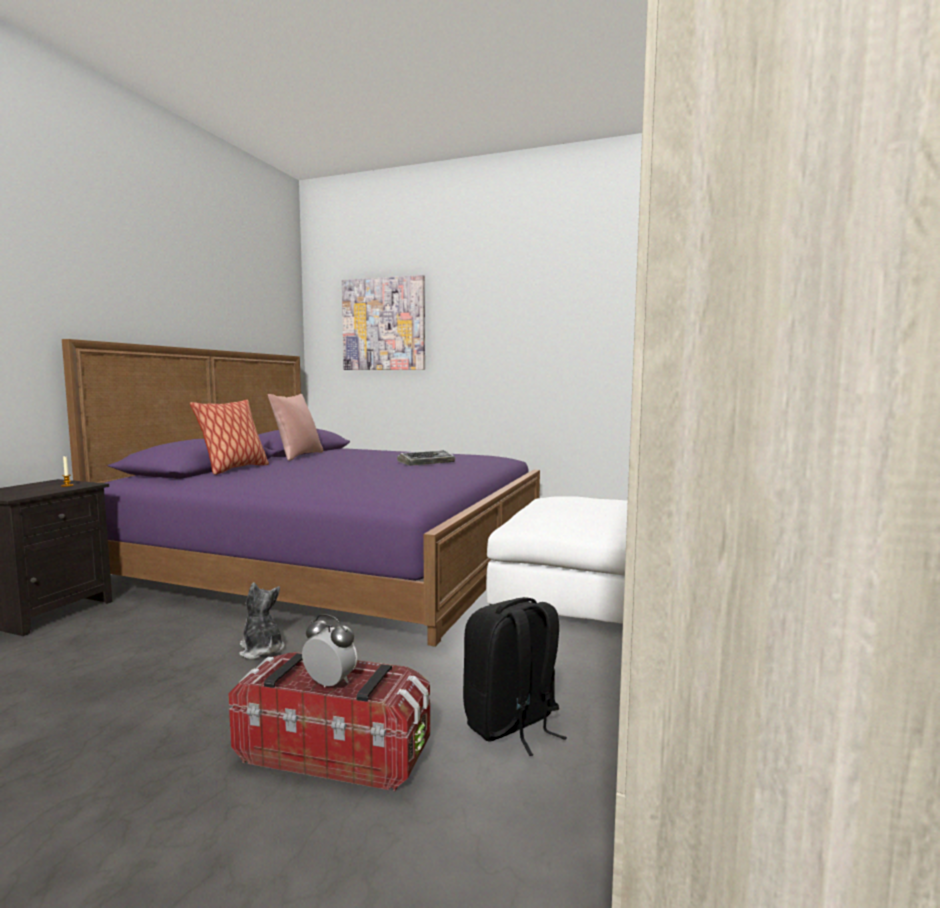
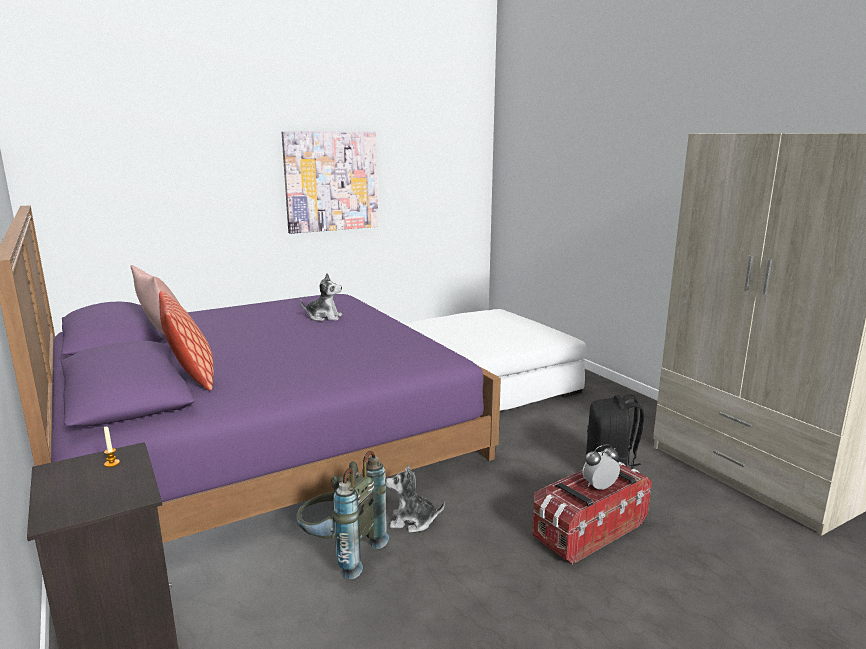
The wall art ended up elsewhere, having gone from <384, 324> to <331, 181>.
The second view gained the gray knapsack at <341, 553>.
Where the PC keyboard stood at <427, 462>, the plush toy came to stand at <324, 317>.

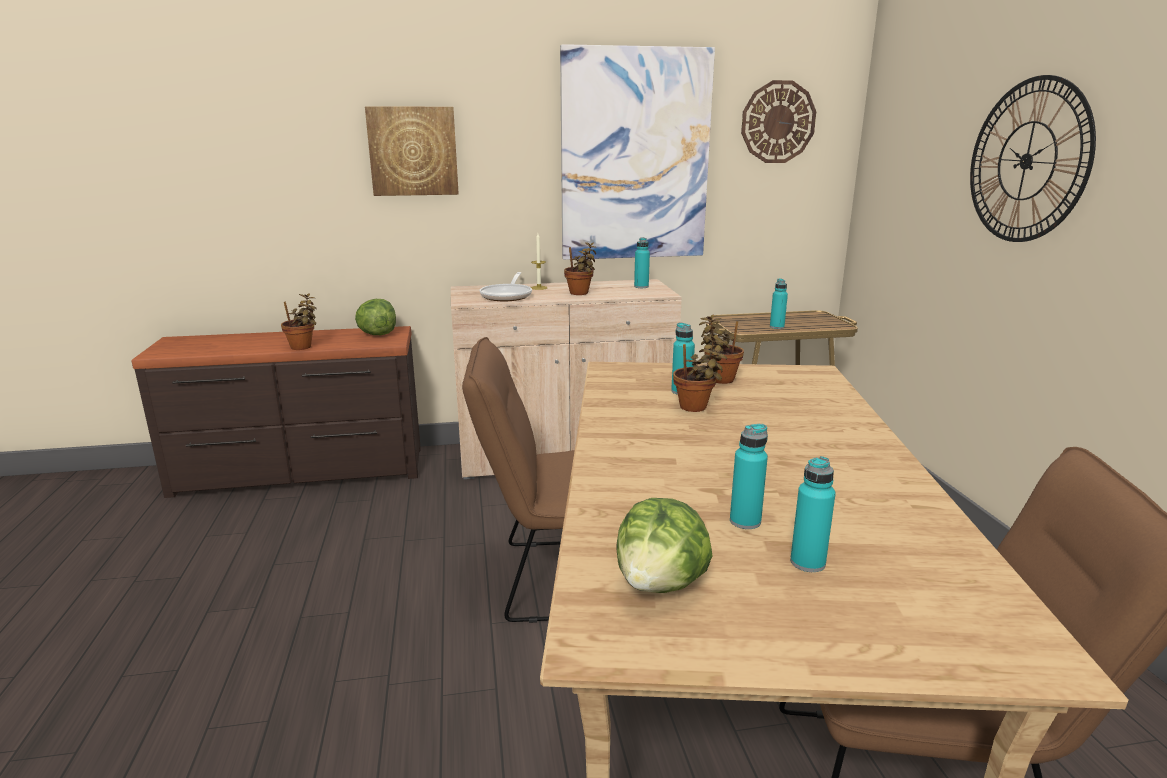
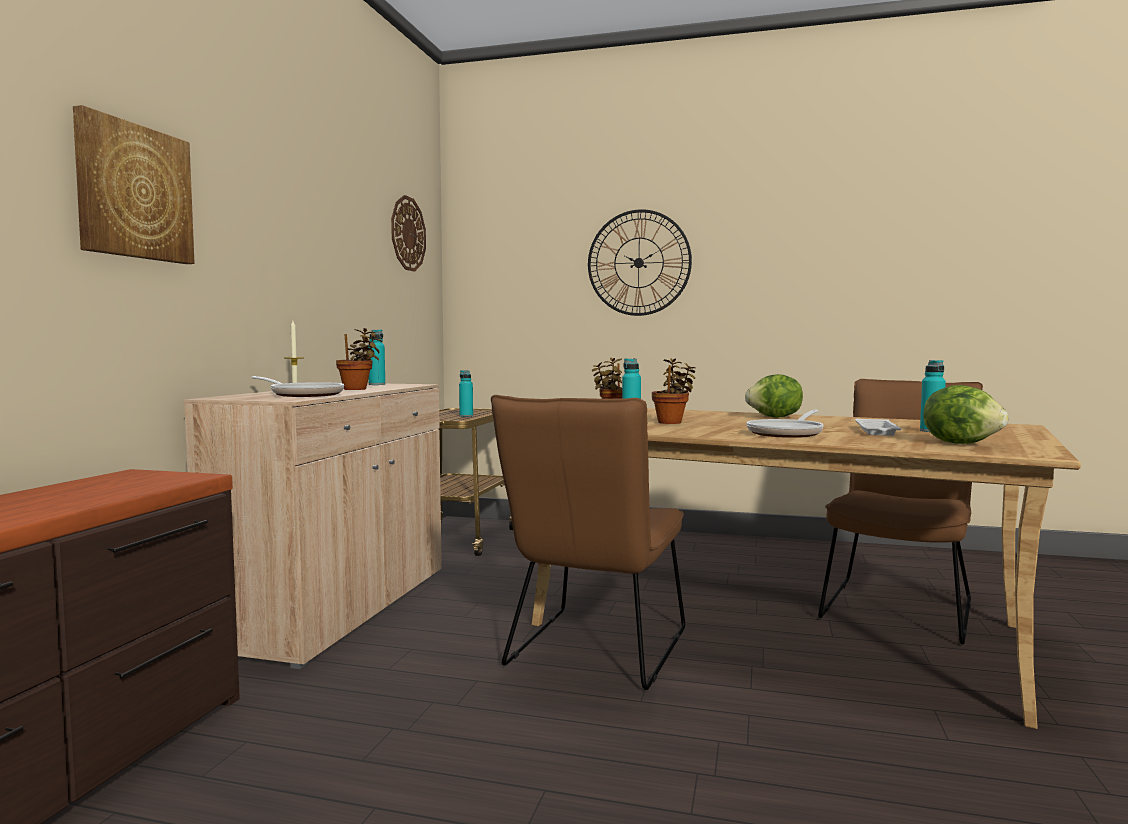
The lettuce head ended up elsewhere, having gone from <377, 334> to <775, 417>.
The second view gained the skillet at <787, 433>.
Where the turquoise-coloured drink bottle stood at <745, 521>, the white tray came to stand at <877, 431>.
The second view lost the houseplant at <303, 347>.
The second view lost the wall art at <635, 156>.

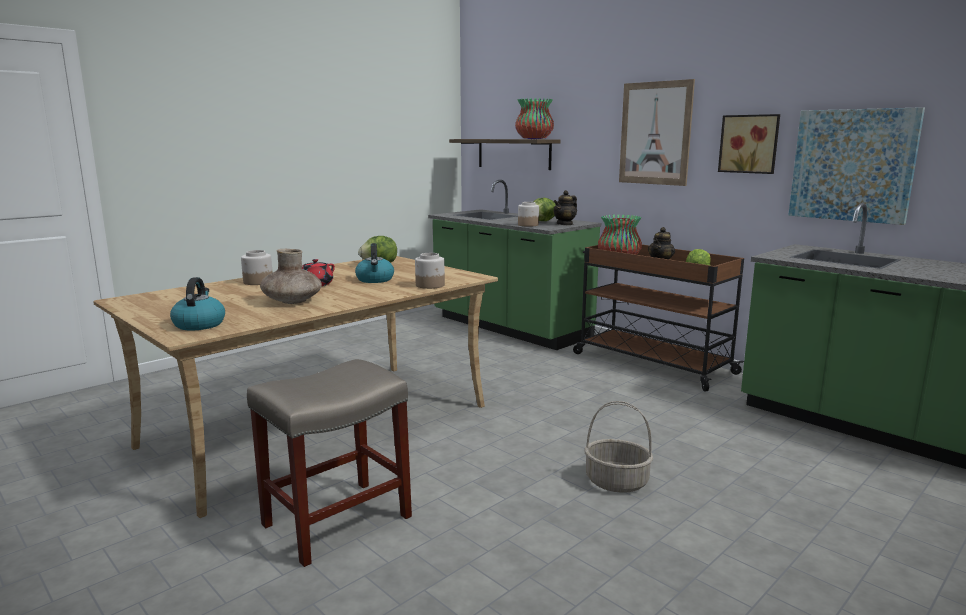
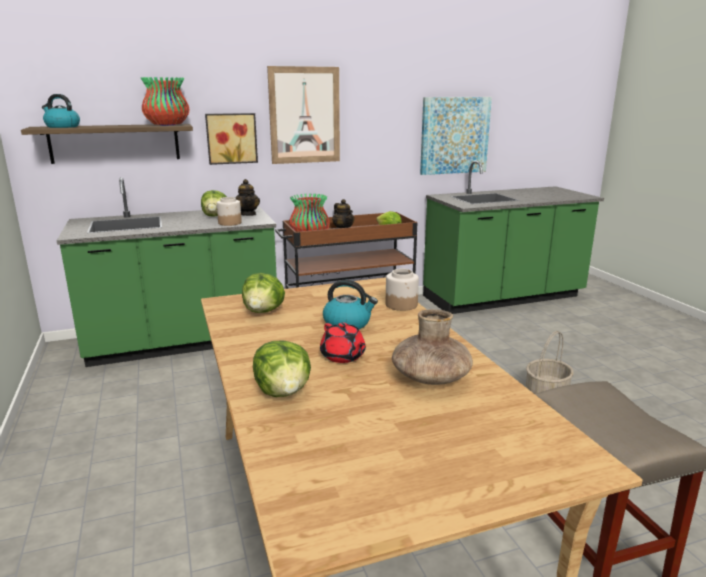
The kettle ended up elsewhere, having gone from <199, 324> to <62, 127>.
The wall art ended up elsewhere, having gone from <749, 144> to <231, 138>.
Where the preserve jar stood at <258, 282>, the lettuce head came to stand at <283, 392>.

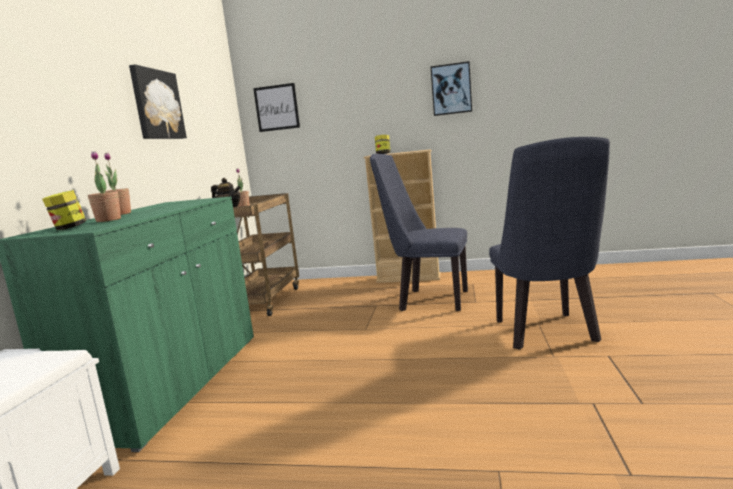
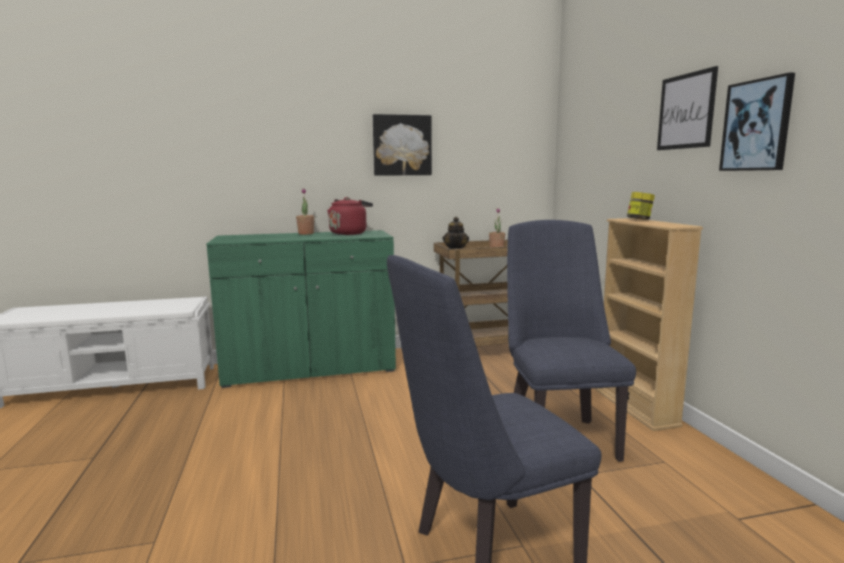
The second view gained the red-coloured kettle at <349, 233>.
The wall art ended up elsewhere, having gone from <277, 107> to <686, 111>.
The second view lost the preserve jar at <69, 228>.
The second view lost the houseplant at <108, 220>.

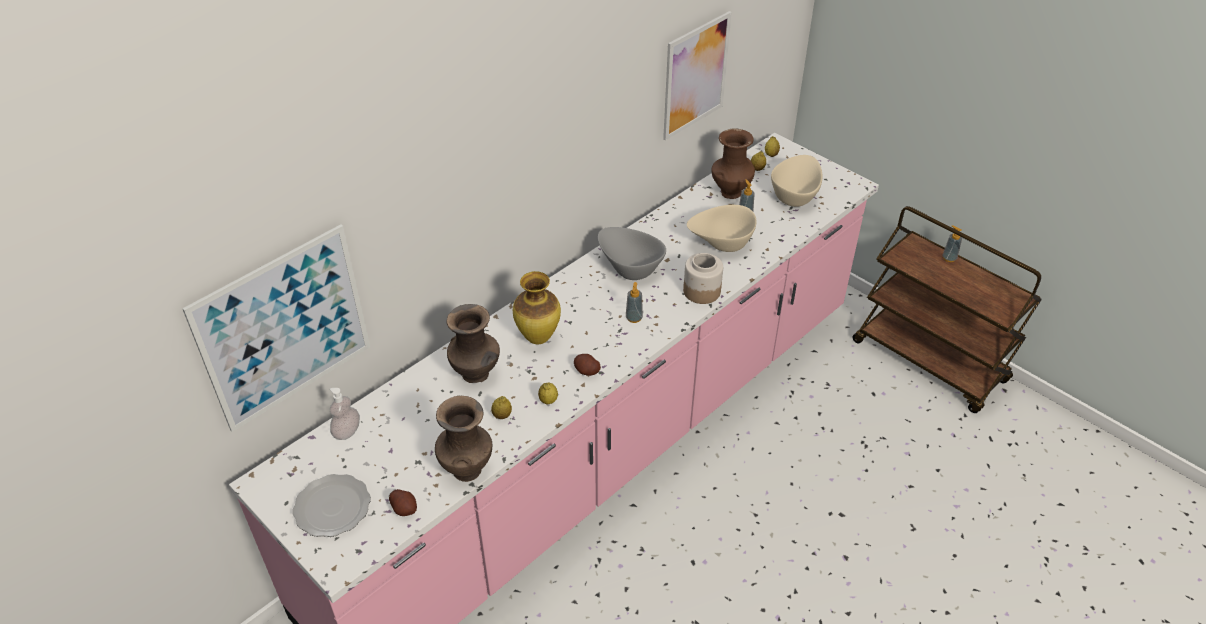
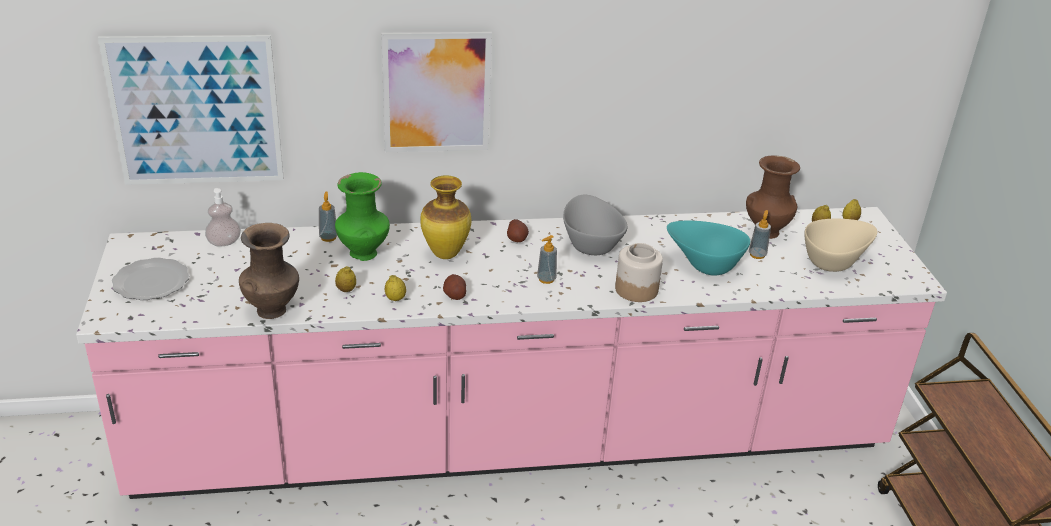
The soap dispenser ended up elsewhere, having gone from <949, 258> to <328, 237>.
What was the brown decorative vase at <476, 375> turned into the green-coloured decorative vase at <364, 254>.
The wall art ended up elsewhere, having gone from <695, 76> to <436, 92>.
The whole potato ended up elsewhere, having gone from <404, 508> to <517, 239>.
What was the beige-coloured bowl at <721, 244> turned into the turquoise-coloured bowl at <704, 264>.

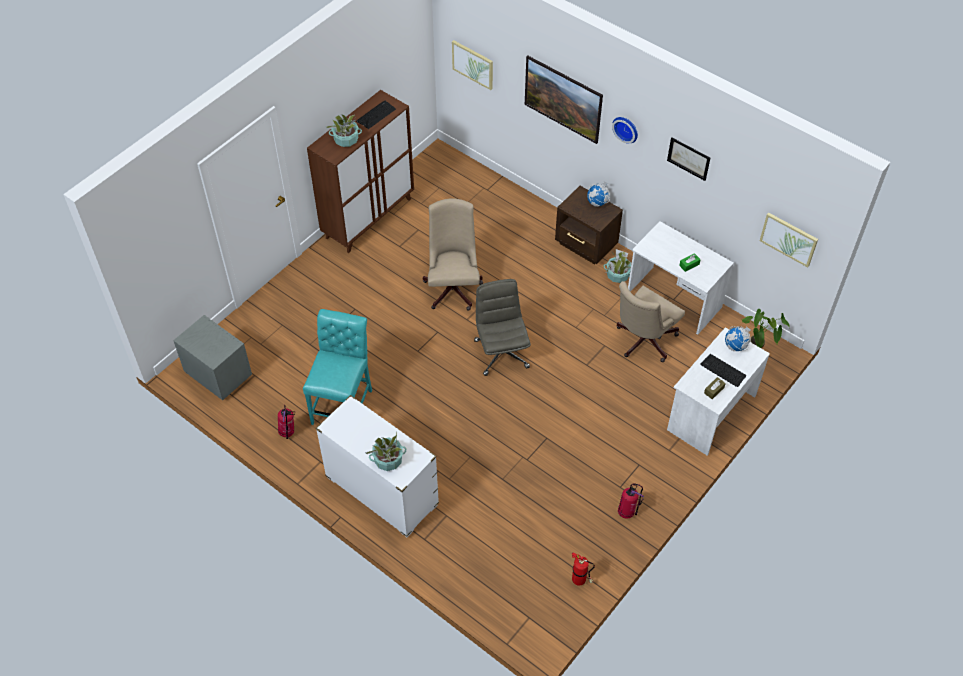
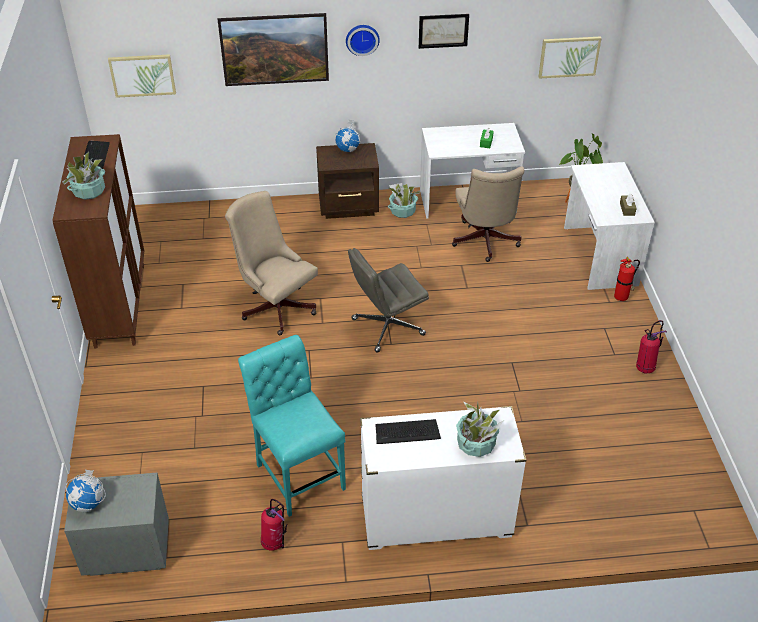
The world globe ended up elsewhere, having gone from <735, 346> to <89, 504>.
The gray office chair at <501, 353> ended up facing another way, 60 degrees counterclockwise from before.
The PC keyboard ended up elsewhere, having gone from <723, 370> to <407, 432>.
The fire extinguisher ended up elsewhere, having gone from <580, 581> to <622, 297>.

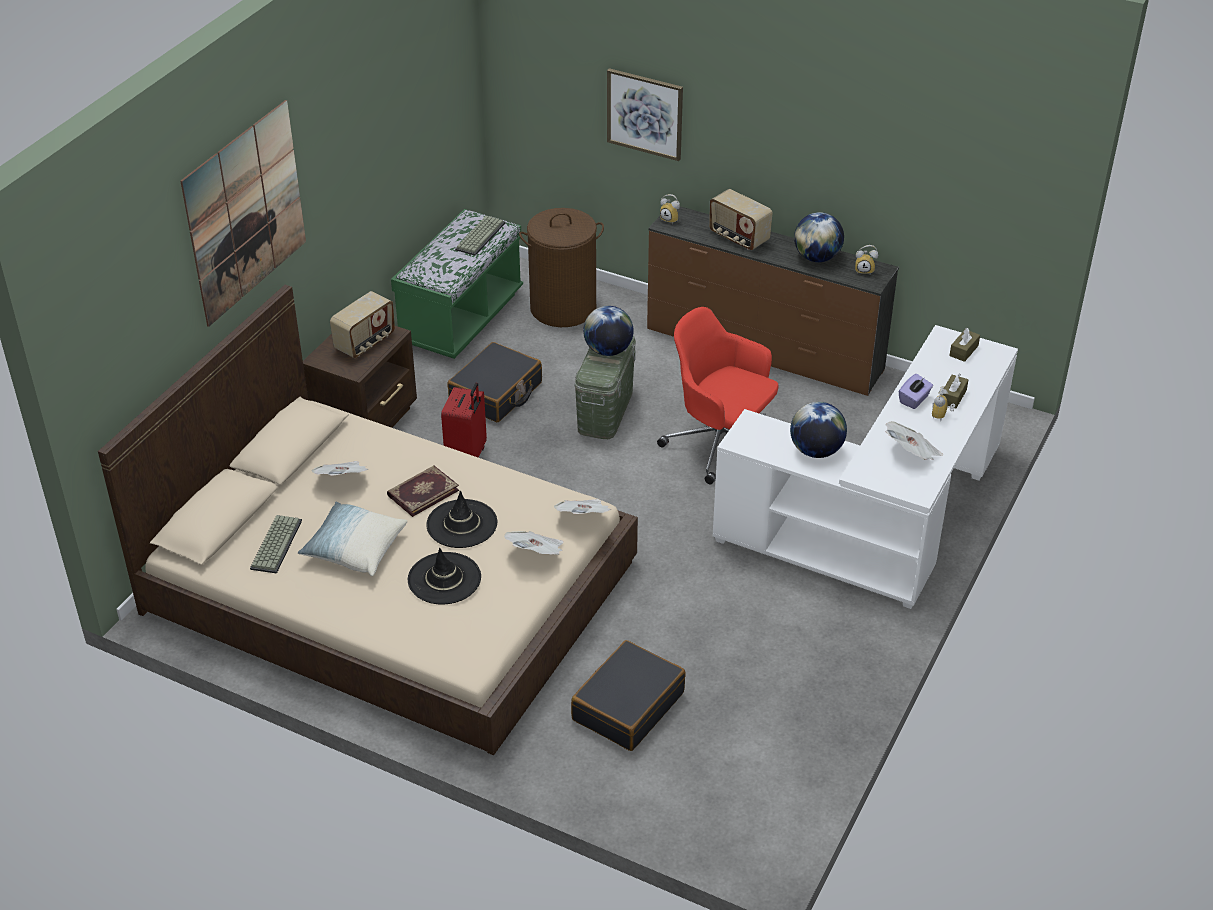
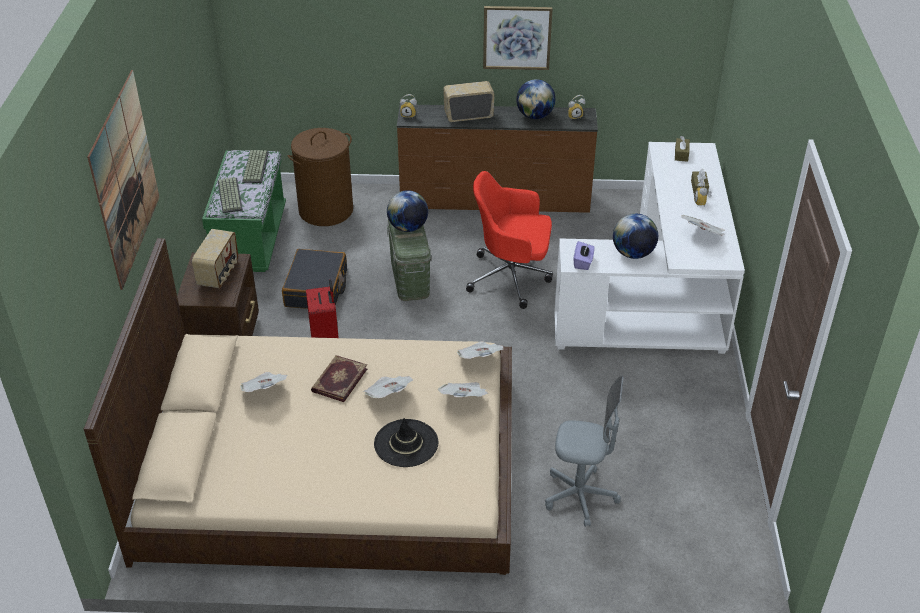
The PC keyboard ended up elsewhere, having gone from <275, 544> to <229, 195>.
Where the black-coloured clothing hat stood at <461, 524>, the daily paper came to stand at <388, 395>.
The radio set at <738, 238> ended up facing another way, 150 degrees clockwise from before.
The wall art ended up elsewhere, having gone from <645, 113> to <517, 37>.
Where the black-coloured piece of luggage stood at <627, 706>, the gray office chair came to stand at <580, 496>.
The purple box of tissues ended up elsewhere, having gone from <914, 400> to <583, 262>.
The second view lost the pillow at <354, 549>.

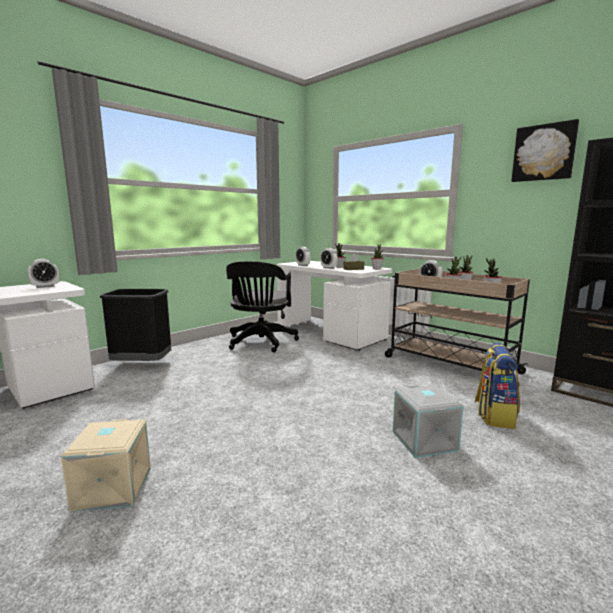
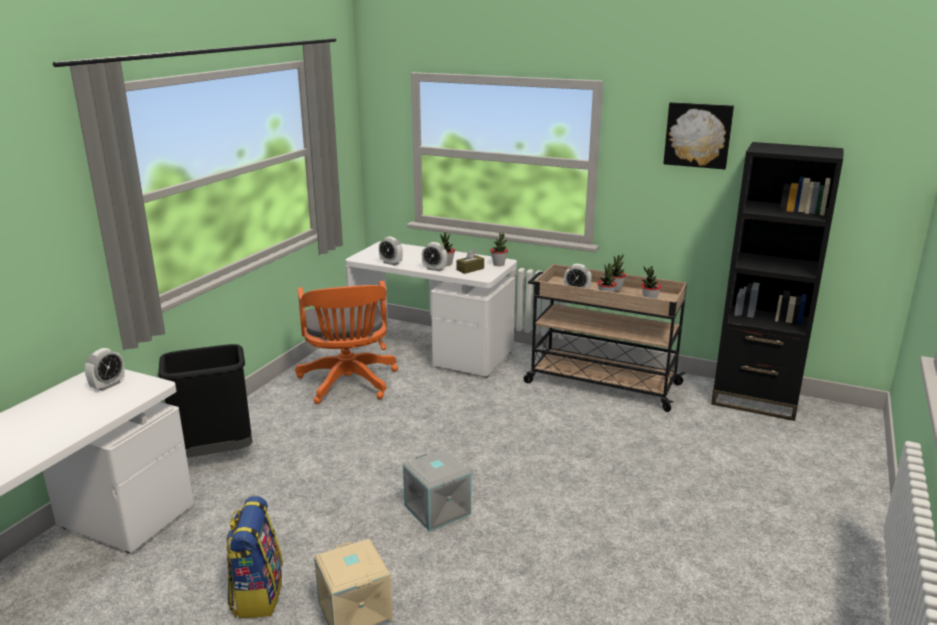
The knapsack ended up elsewhere, having gone from <494, 415> to <257, 594>.
What was the black-coloured office chair at <260, 343> turned into the orangey office chair at <348, 384>.
The gray storage bin ended up elsewhere, having gone from <425, 441> to <438, 509>.

